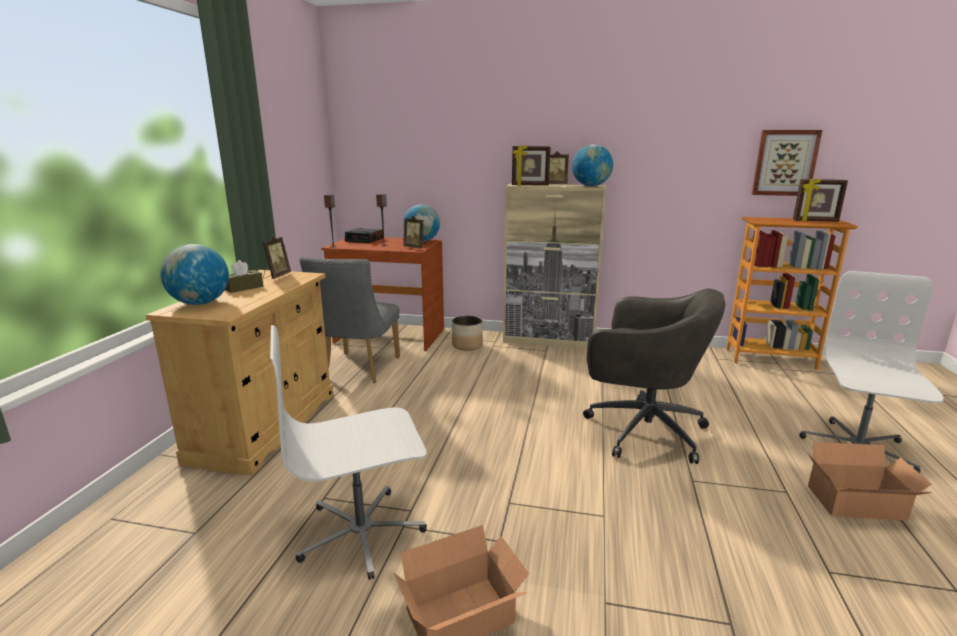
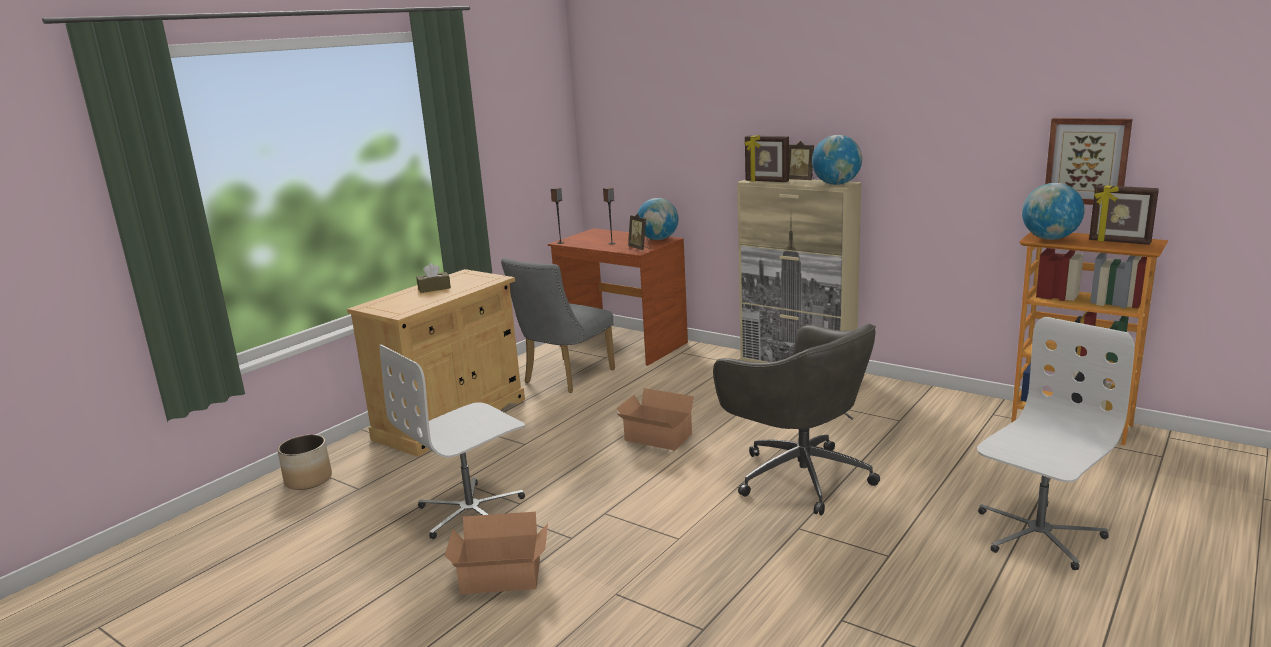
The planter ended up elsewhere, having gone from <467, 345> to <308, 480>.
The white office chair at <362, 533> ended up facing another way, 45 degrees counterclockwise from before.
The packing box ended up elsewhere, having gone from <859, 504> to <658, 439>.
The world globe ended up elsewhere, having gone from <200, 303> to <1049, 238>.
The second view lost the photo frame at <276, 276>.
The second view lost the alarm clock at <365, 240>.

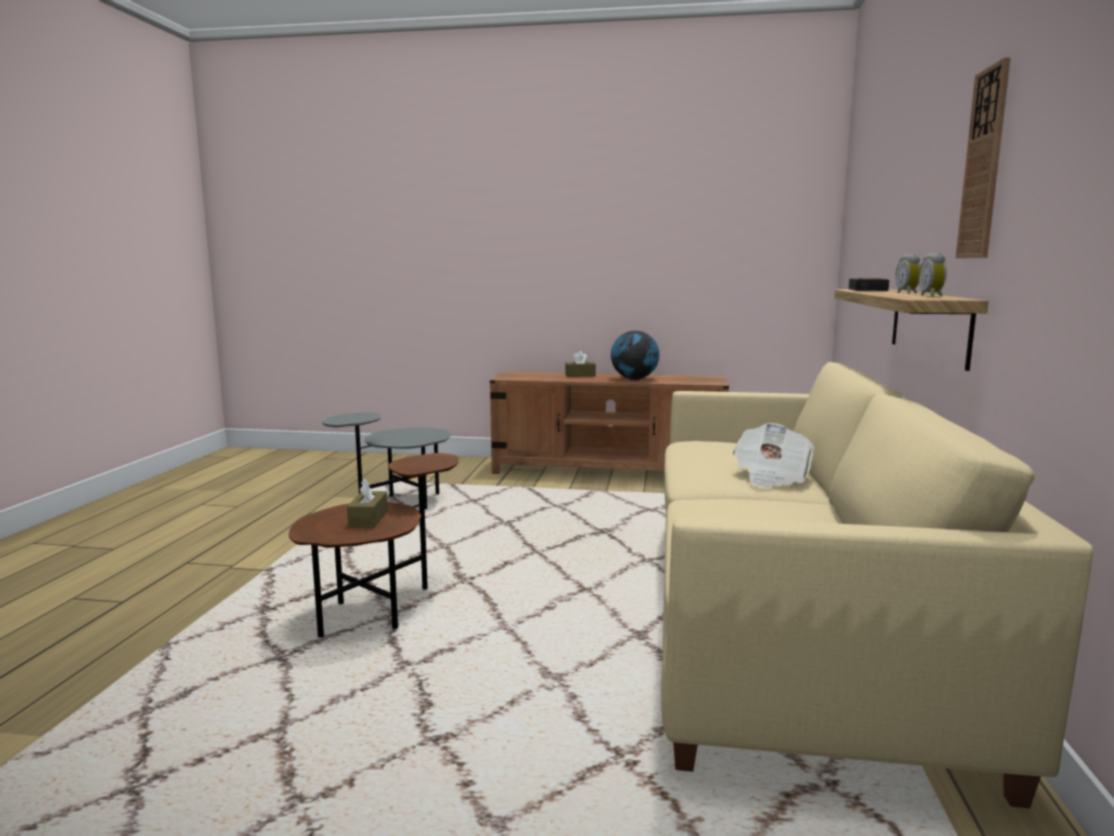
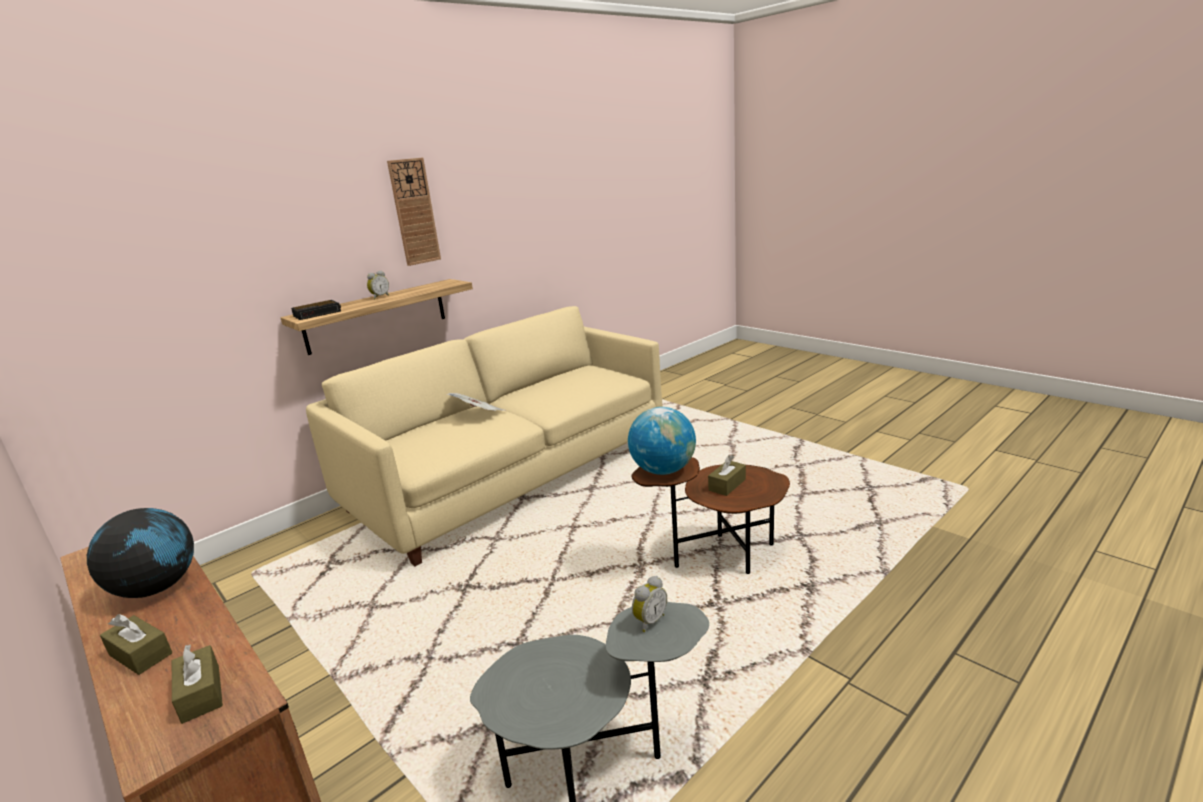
The second view gained the brown box of tissues at <201, 693>.
The second view gained the world globe at <663, 470>.
The alarm clock ended up elsewhere, having gone from <932, 296> to <649, 621>.

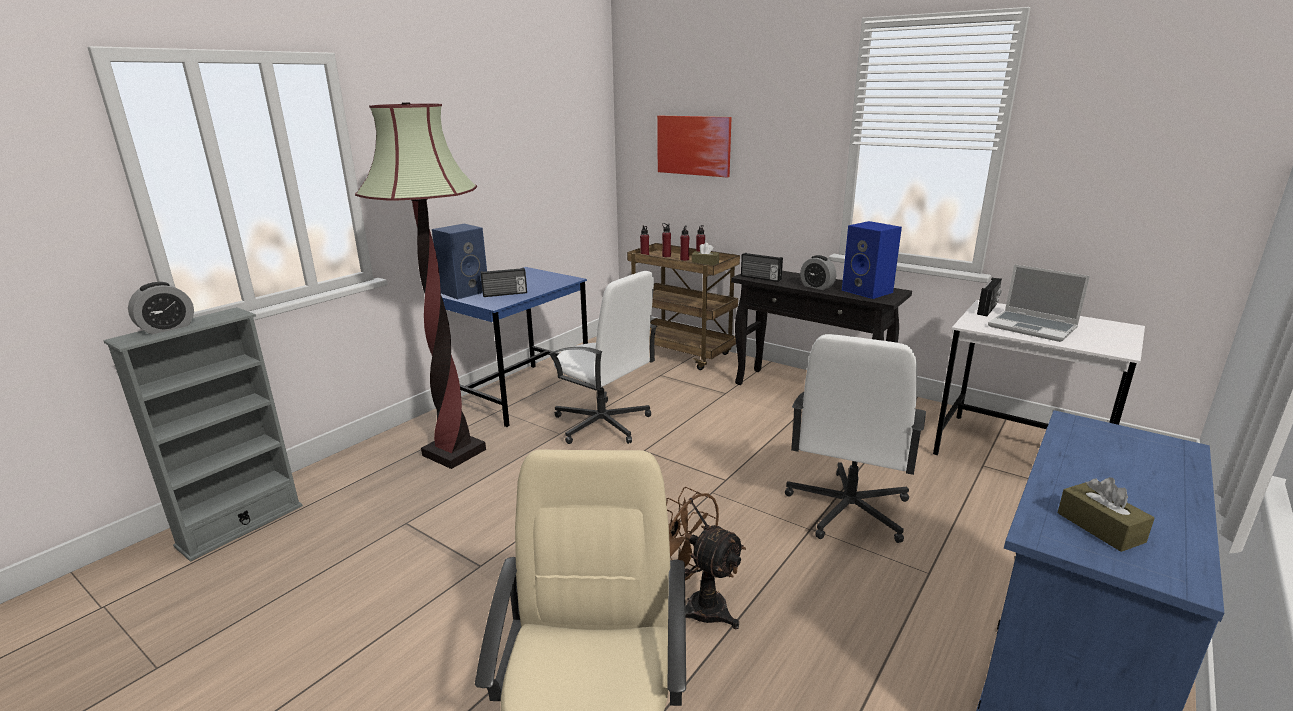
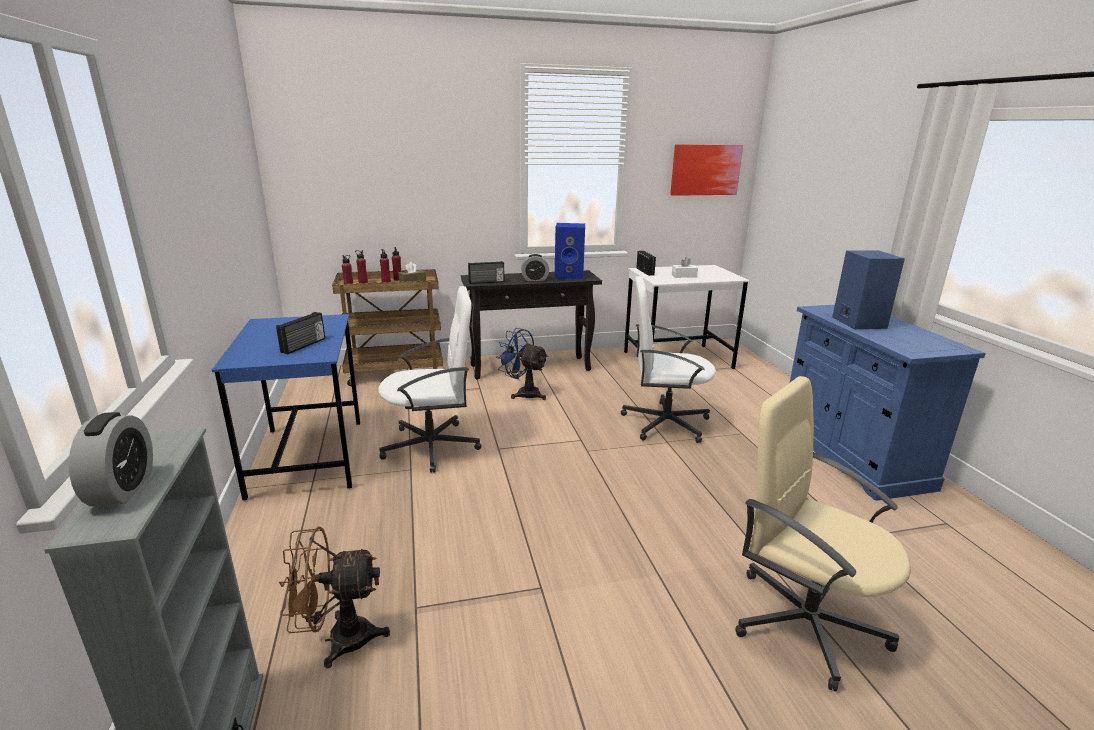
The brown cooling fan ended up elsewhere, having gone from <697, 605> to <338, 639>.
The second view gained the bluish cooling fan at <523, 393>.
The white office chair at <847, 510> ended up facing another way, 120 degrees clockwise from before.
The wall art ended up elsewhere, having gone from <694, 145> to <705, 170>.
Where the laptop stood at <1033, 327>, the white box of tissues came to stand at <684, 276>.
The bluish speaker ended up elsewhere, having gone from <465, 291> to <857, 322>.
The second view lost the floor lamp at <454, 452>.
The second view lost the brown box of tissues at <1100, 527>.

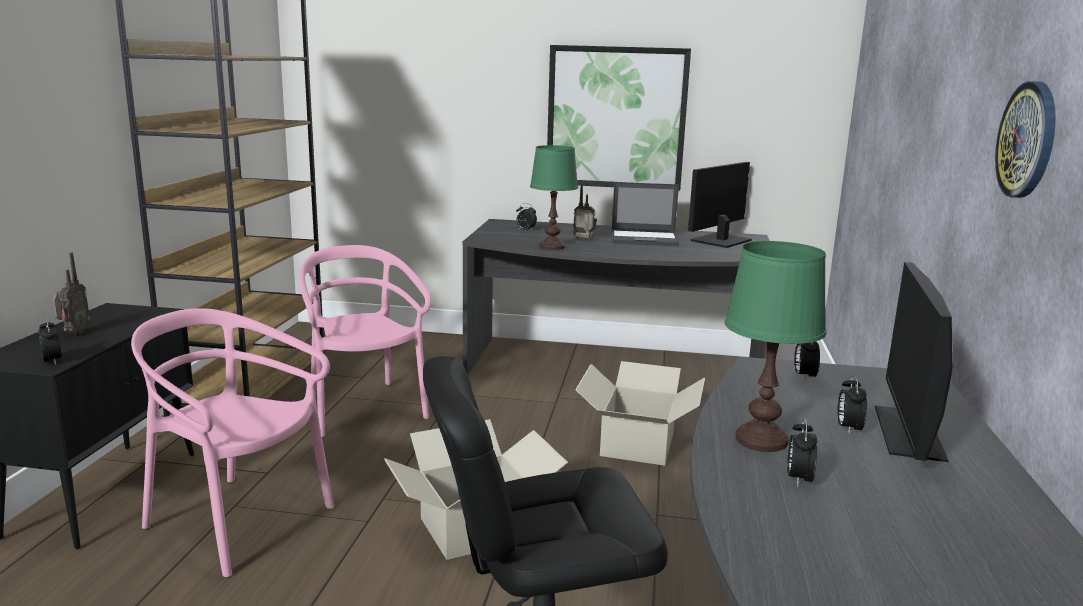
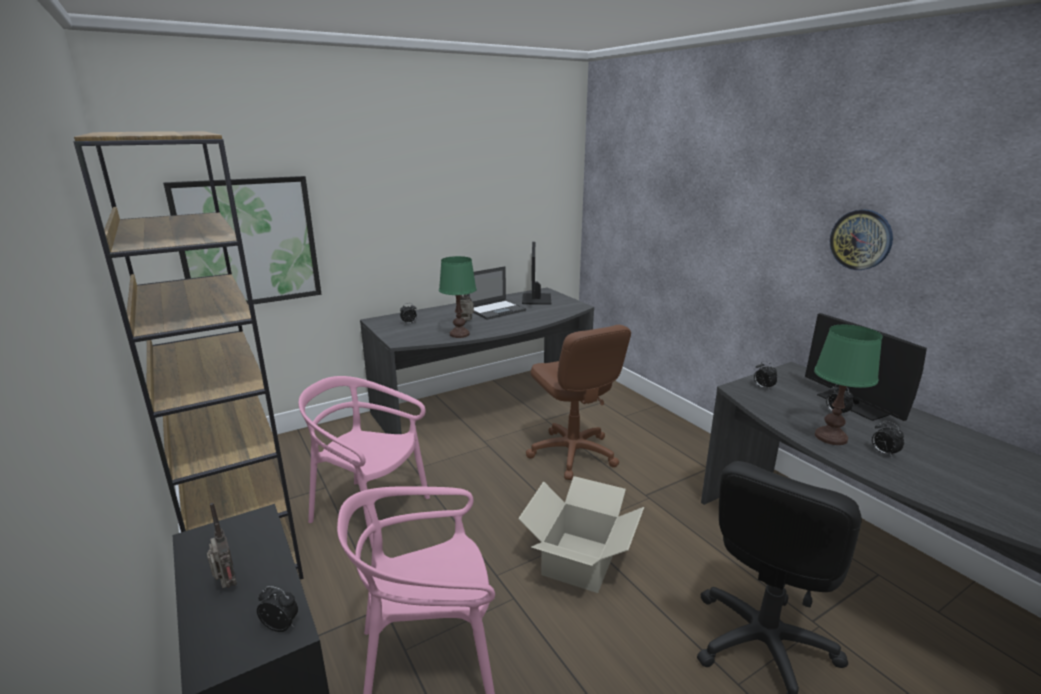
The wall art ended up elsewhere, having gone from <616, 118> to <249, 243>.
Where the packing box stood at <636, 444>, the brown office chair came to stand at <572, 454>.

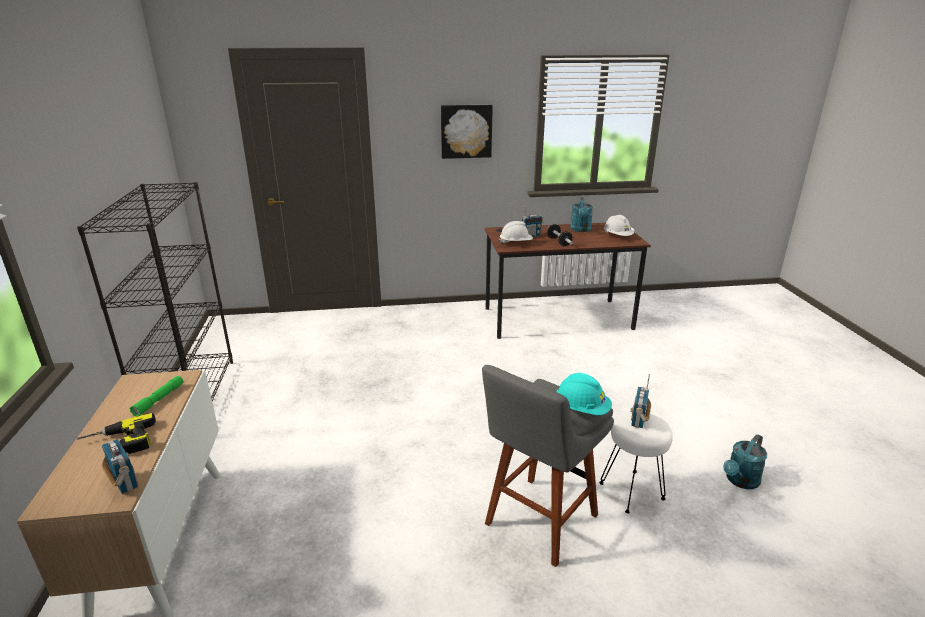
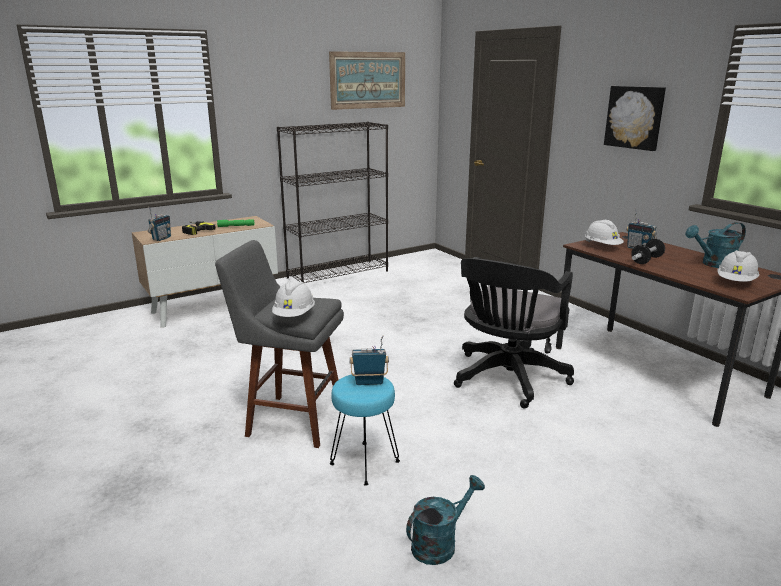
What was the turquoise-coloured hard hat at <582, 409> turned into the white hard hat at <294, 315>.
The second view gained the wall art at <368, 80>.
What was the white stool seat at <631, 492> turned into the turquoise-coloured stool seat at <364, 463>.
The turquoise-coloured sprinkling can at <740, 481> ended up facing another way, 120 degrees clockwise from before.
The second view gained the black-coloured office chair at <507, 380>.

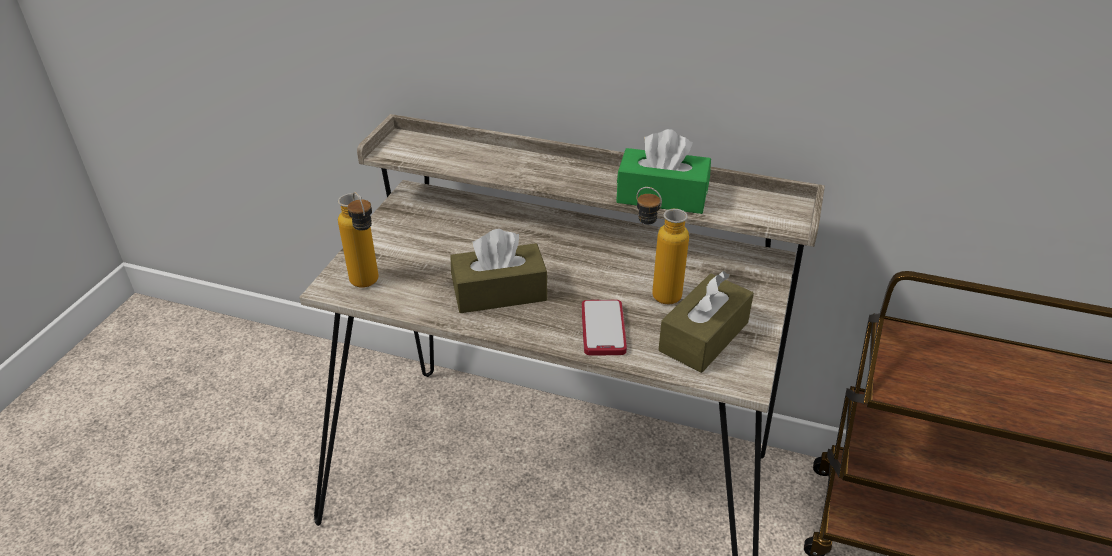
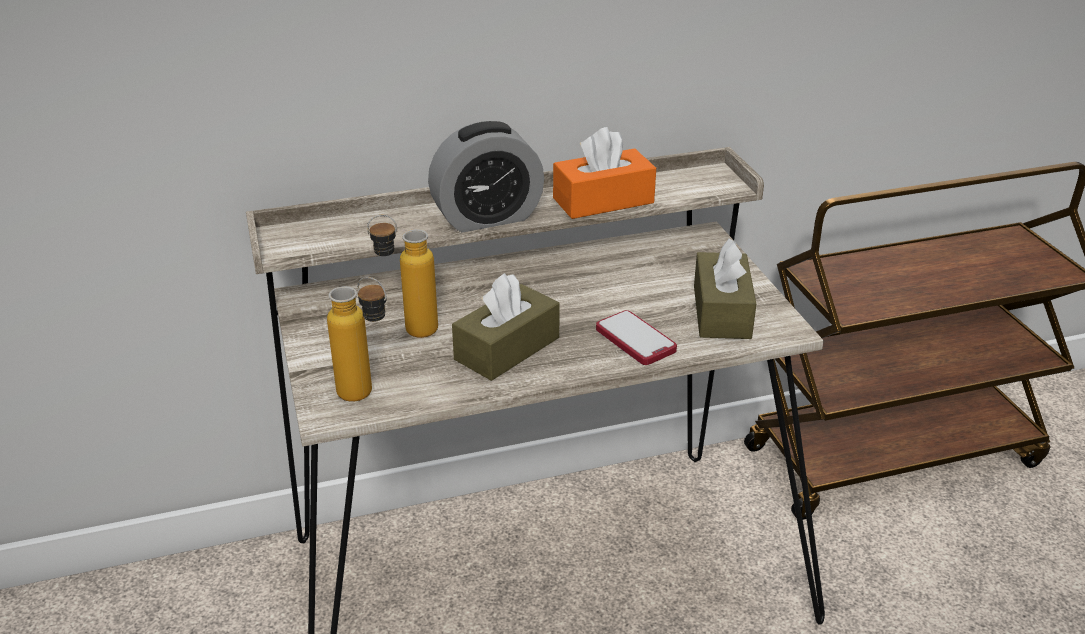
The drink bottle ended up elsewhere, having gone from <655, 292> to <408, 331>.
The second view gained the alarm clock at <487, 218>.
What was the green-coloured box of tissues at <662, 196> turned into the orangey box of tissues at <603, 200>.

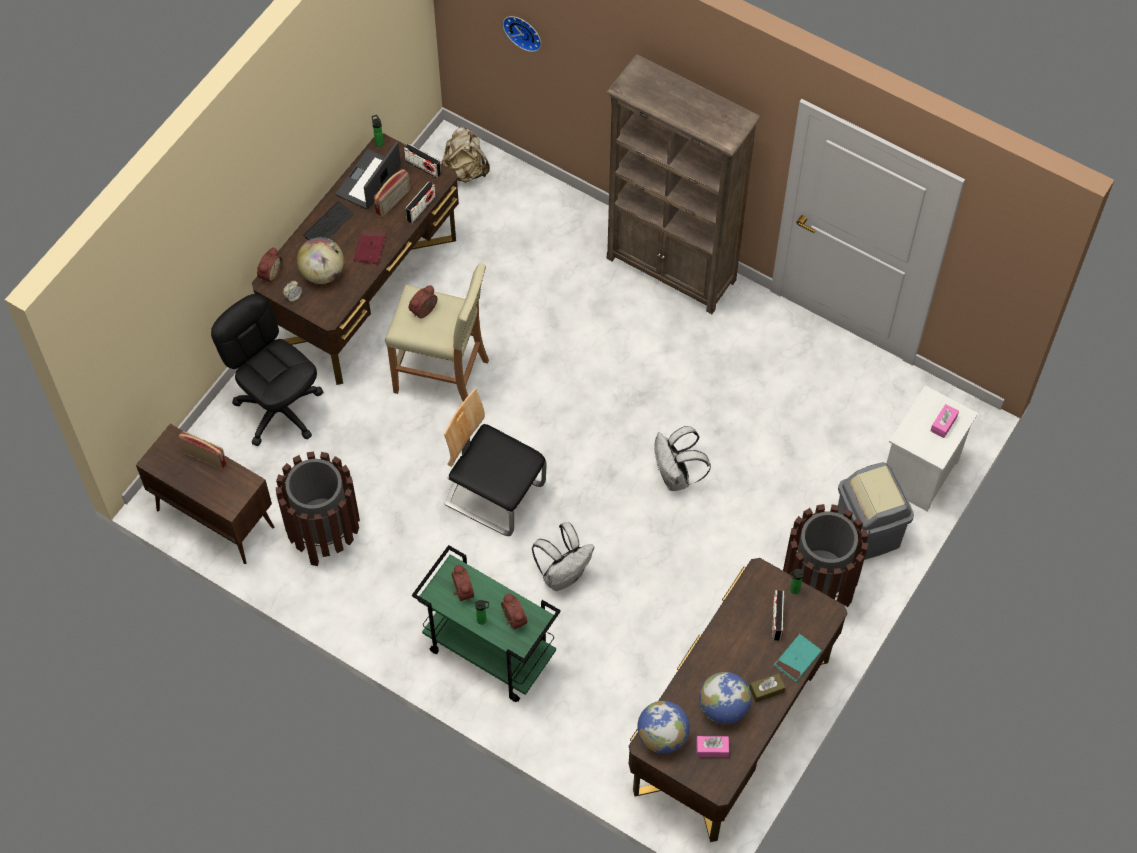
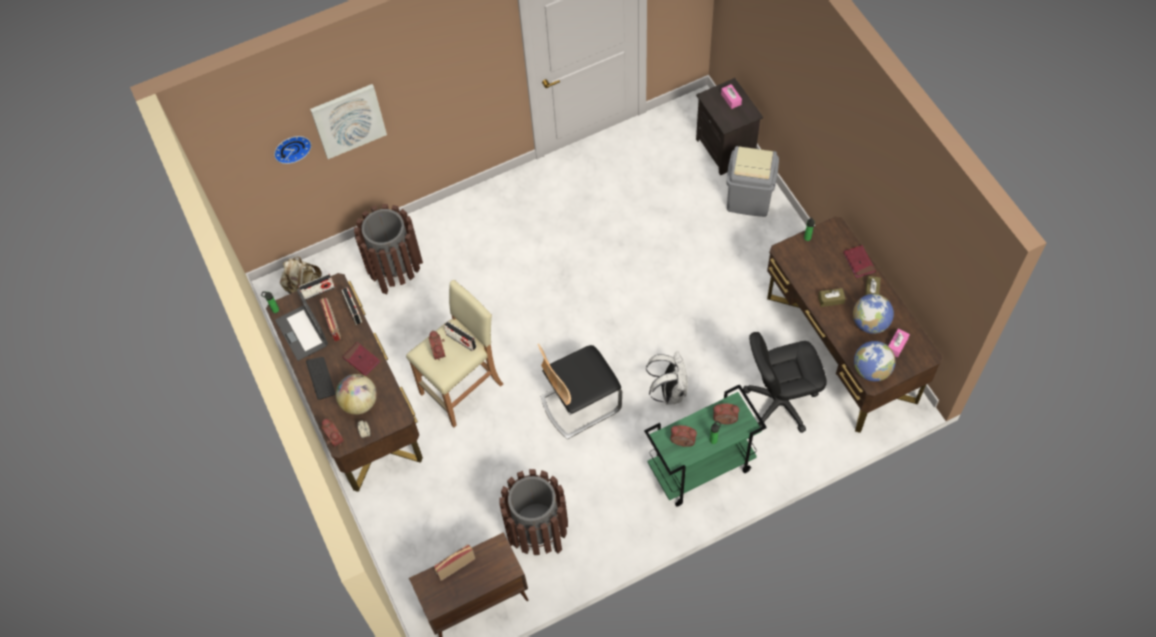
The second view gained the wall art at <348, 120>.
The brown waste bin ended up elsewhere, having gone from <818, 585> to <396, 270>.
The radio set ended up elsewhere, having gone from <777, 620> to <461, 340>.
What was the white bedside table at <920, 475> turned into the black-coloured bedside table at <726, 150>.
The black-coloured office chair ended up elsewhere, having gone from <279, 409> to <780, 402>.
The second view gained the brown box of tissues at <831, 300>.
What was the turquoise-coloured volume at <797, 659> turned into the red-coloured volume at <859, 262>.
The second view lost the brown bookcase at <672, 270>.
The second view lost the white knapsack at <676, 477>.

